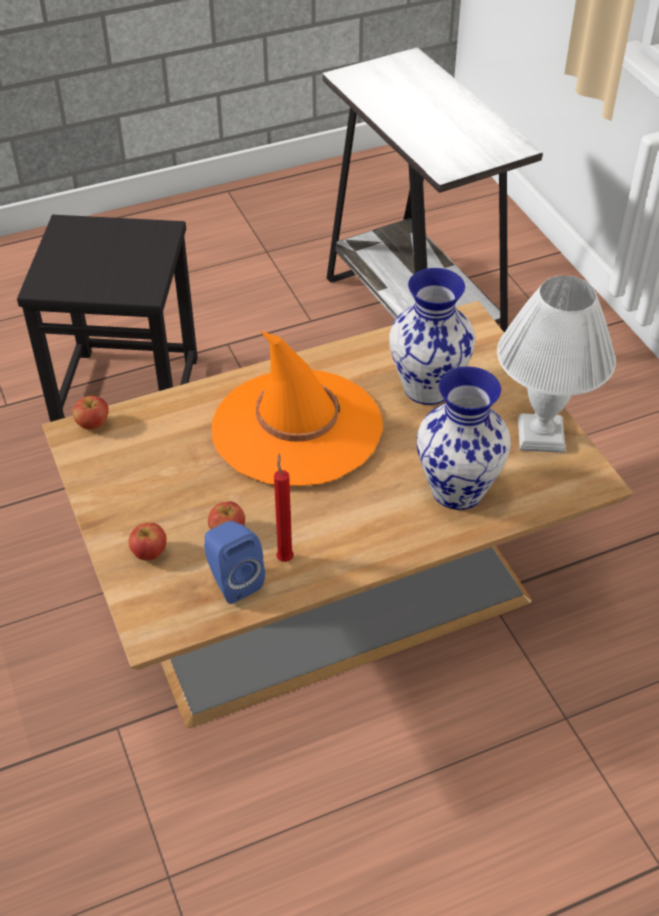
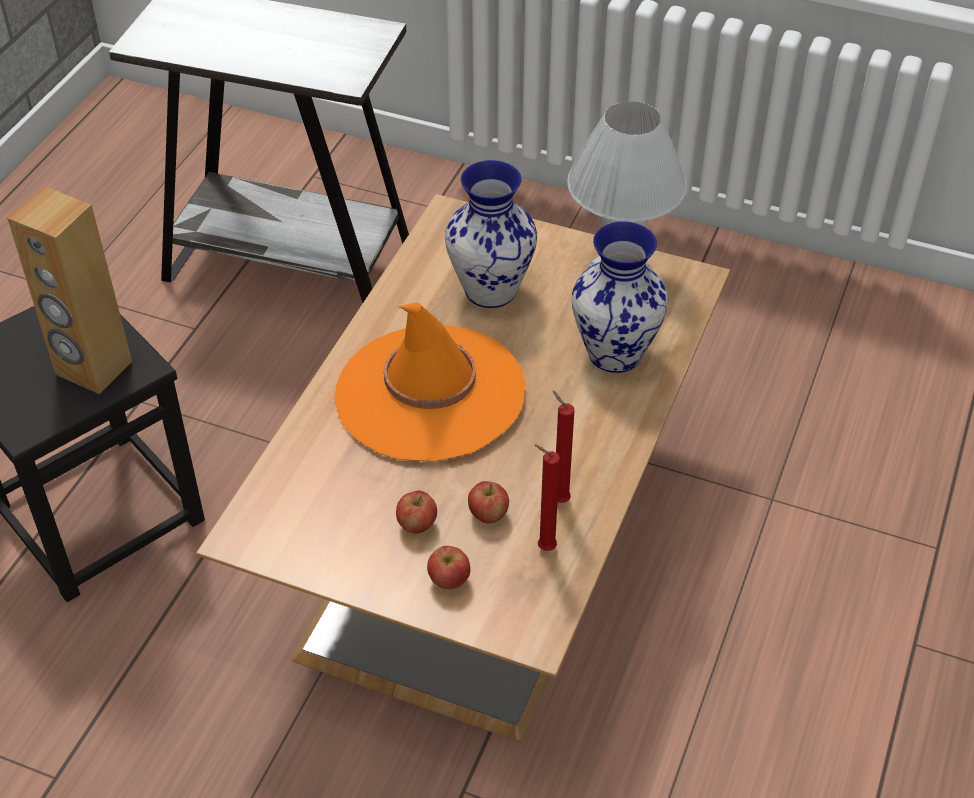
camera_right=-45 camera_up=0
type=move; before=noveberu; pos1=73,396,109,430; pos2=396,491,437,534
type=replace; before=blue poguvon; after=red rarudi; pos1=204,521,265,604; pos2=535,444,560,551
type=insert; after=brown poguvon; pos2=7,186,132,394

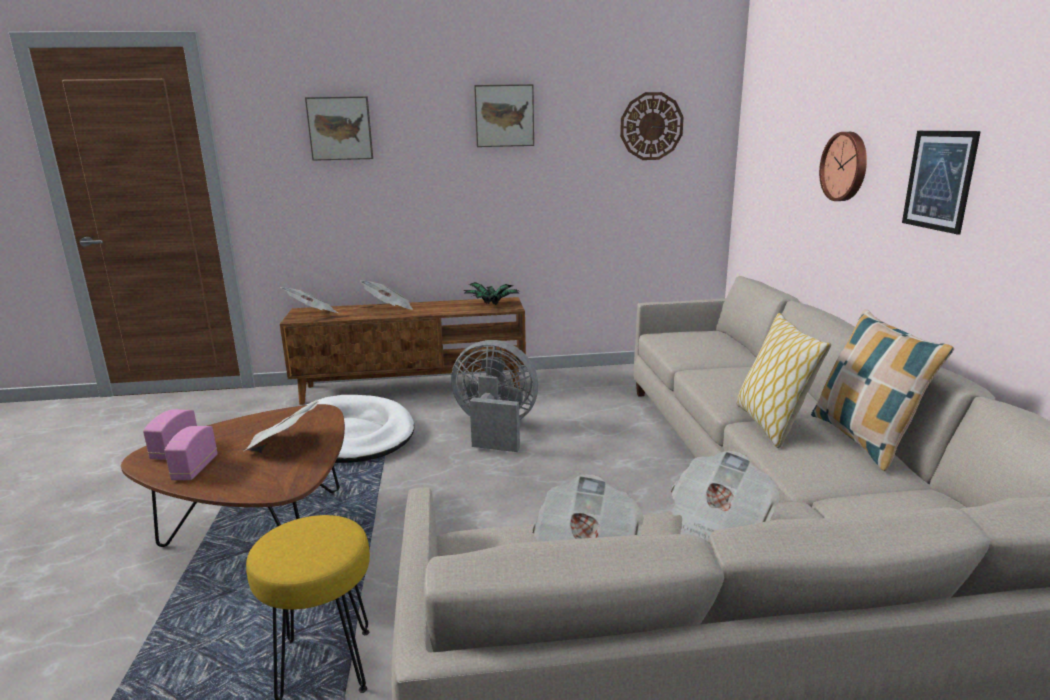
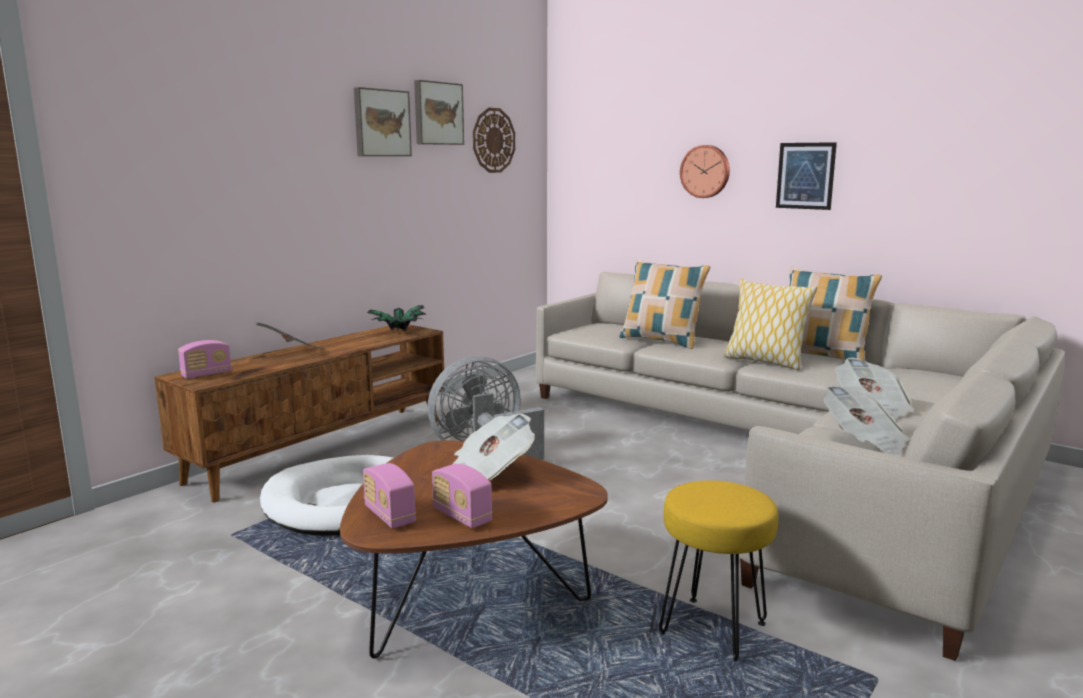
camera_right=-45 camera_up=-5
type=replace; before=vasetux; after=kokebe; pos1=280,287,338,313; pos2=178,340,232,379
type=move; before=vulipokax; pos1=305,96,373,161; pos2=414,80,464,145
type=insert; after=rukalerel; pos2=620,259,710,349

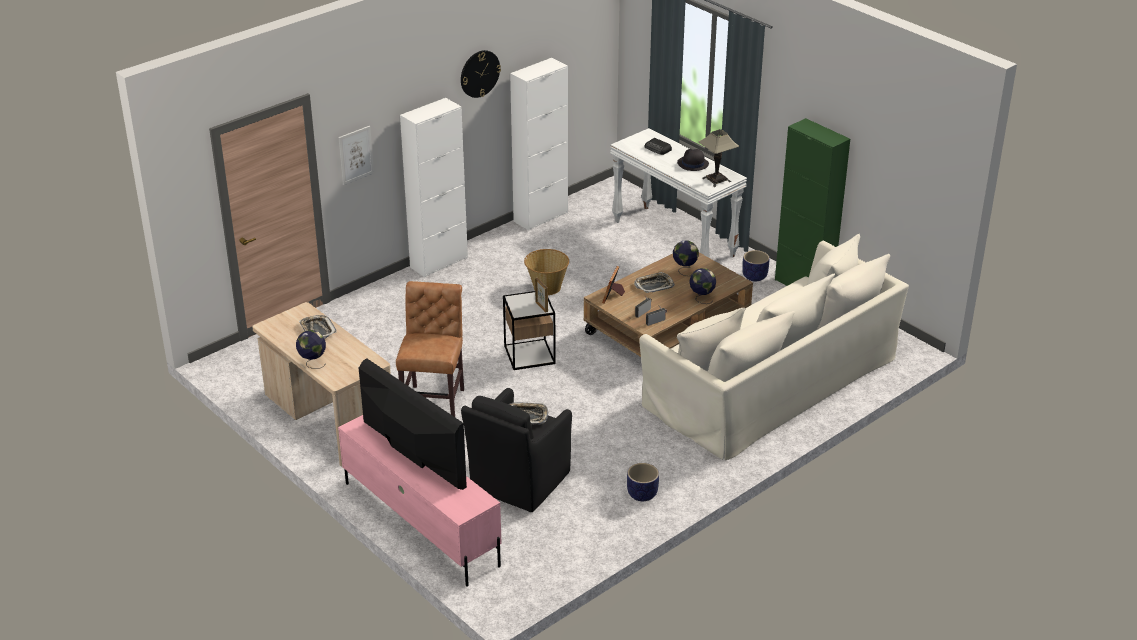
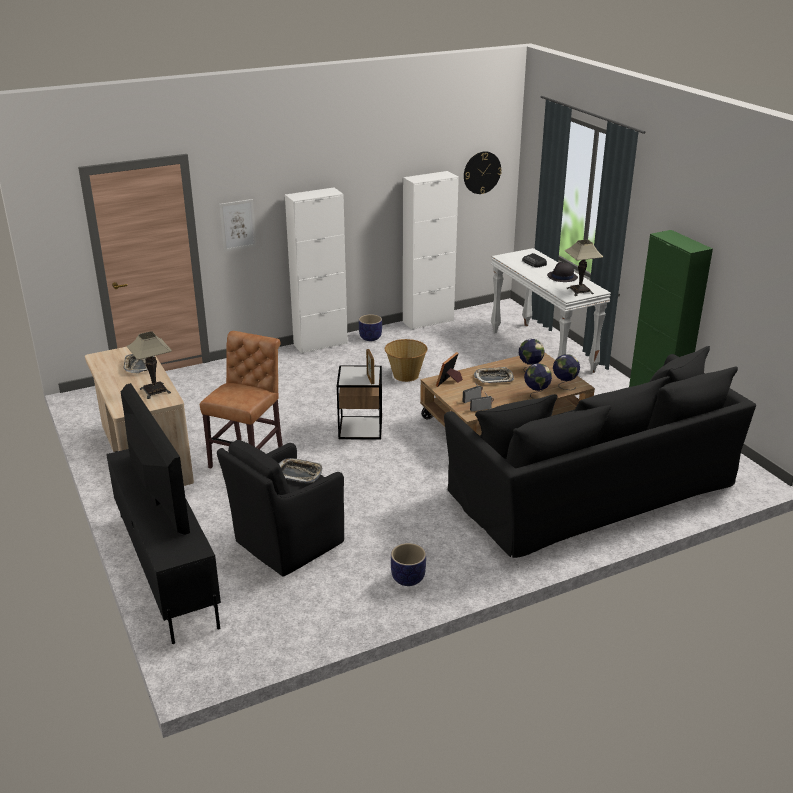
camera_right=15 camera_up=-5
type=move; before=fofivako; pos1=296,330,326,369; pos2=553,354,580,390
type=recolor; before=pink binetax; after=black binetax; pos1=338,415,502,587; pos2=106,449,221,644
type=move; before=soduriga; pos1=461,50,501,98; pos2=464,151,502,194
type=recolor; before=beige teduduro; after=black teduduro; pos1=639,234,909,460; pos2=444,346,756,558
type=move; before=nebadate; pos1=742,250,770,281; pos2=359,314,382,341
type=insert; after=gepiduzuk; pos2=127,331,172,399

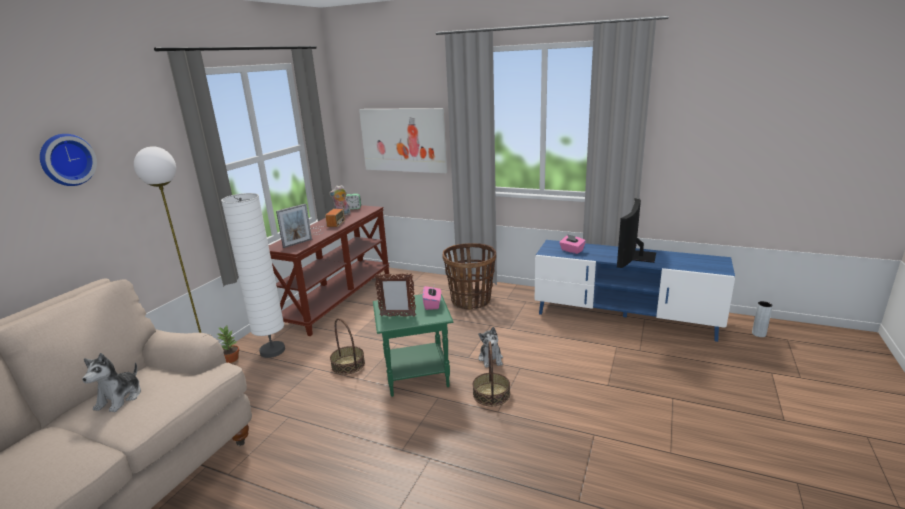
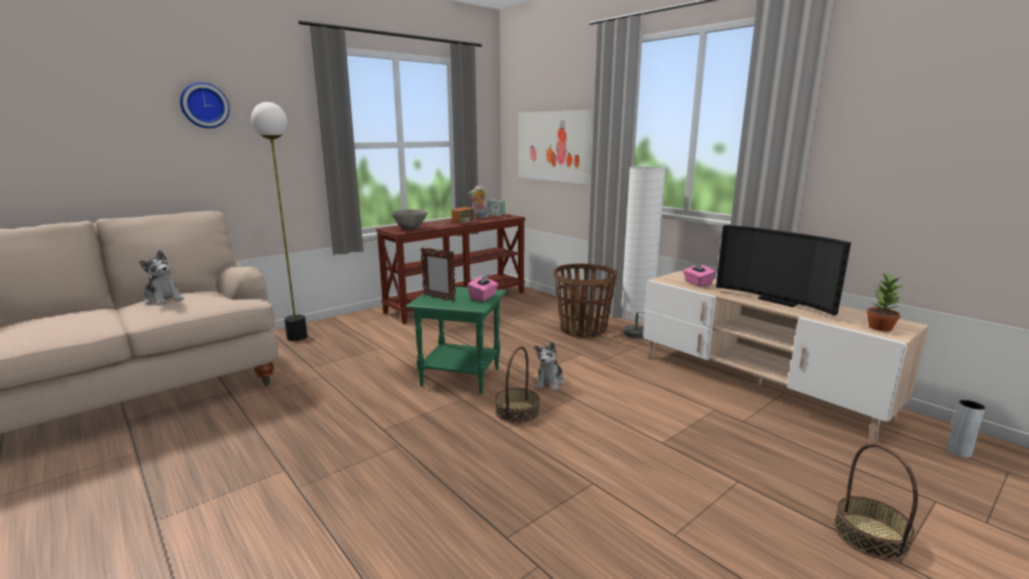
camera_right=25 camera_up=-5
type=rotate; before=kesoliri; pos1=82,353,141,412; pos2=139,250,184,305; turn=-90
type=move; before=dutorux; pos1=217,326,239,363; pos2=867,273,903,332
type=move; before=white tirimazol; pos1=221,193,285,358; pos2=621,166,666,338
type=replace; before=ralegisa; after=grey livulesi; pos1=276,204,312,248; pos2=391,209,428,229
type=move; before=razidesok; pos1=330,318,365,375; pos2=834,443,918,560
type=recolor; before=blue binetax; after=beige binetax; pos1=535,240,735,342; pos2=643,271,929,443
type=rotate; before=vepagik; pos1=617,198,656,268; pos2=716,225,851,316; turn=-90

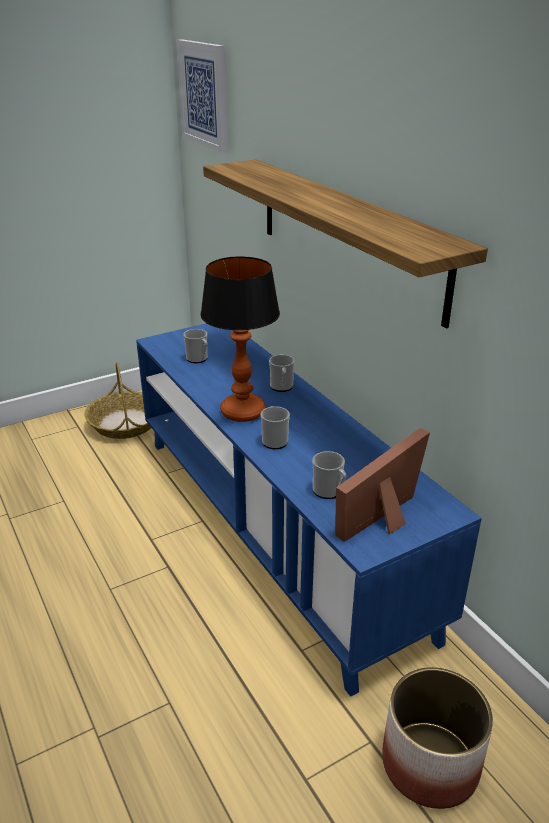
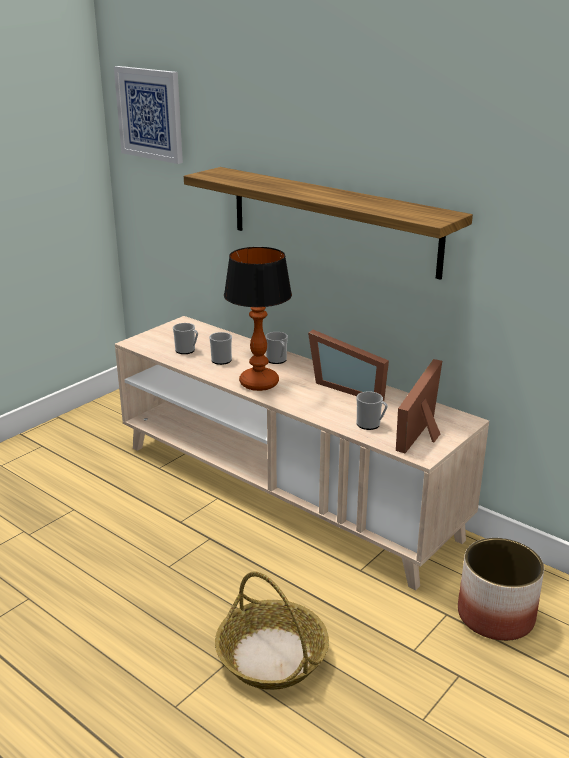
camera_right=-20 camera_up=-5
type=move; before=razidesok; pos1=85,362,151,439; pos2=215,571,329,690
type=recolor; before=blue binetax; after=beige binetax; pos1=136,323,482,697; pos2=115,316,489,591
type=move; before=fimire; pos1=260,406,290,449; pos2=209,332,232,365
type=insert; after=ralegisa; pos2=308,330,389,401

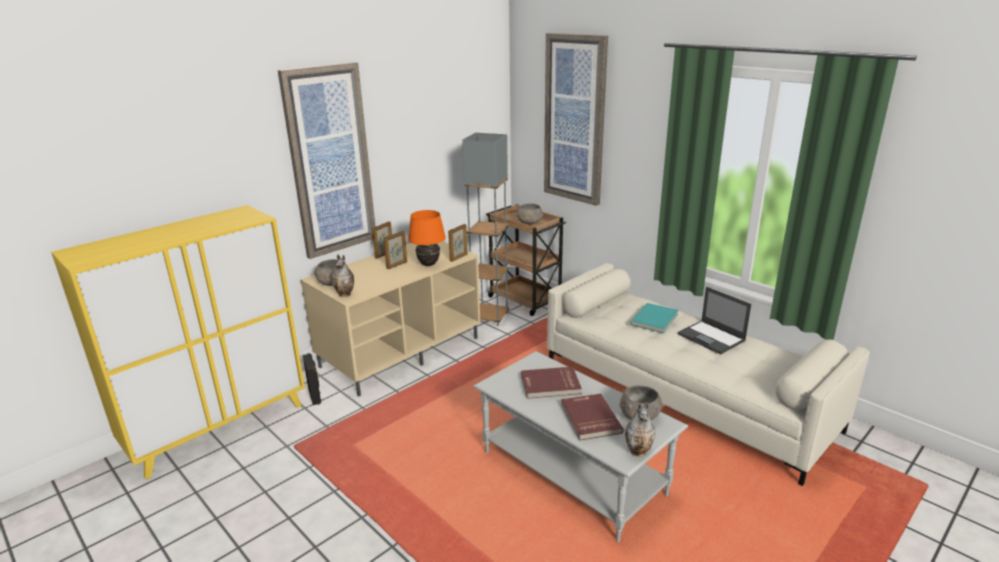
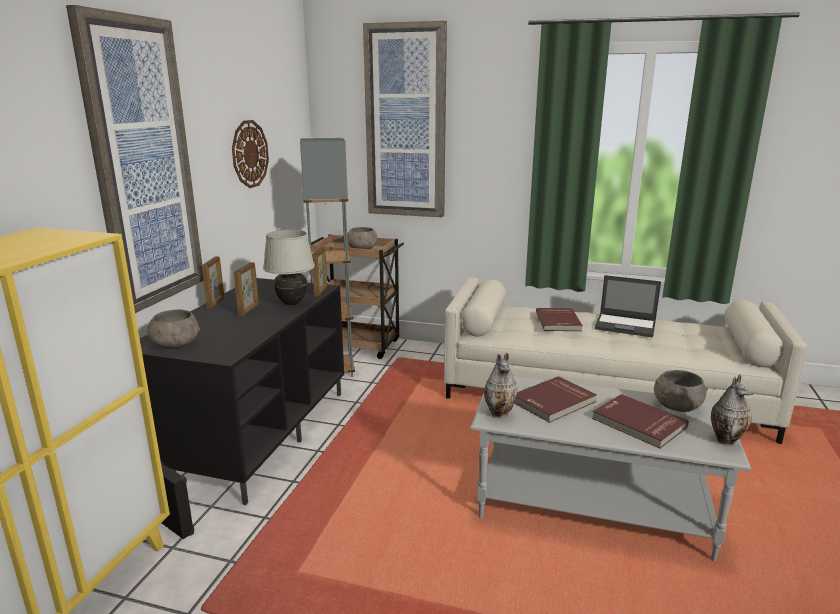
camera_right=-30 camera_up=-5
type=recolor; before=beige binetax; after=black binetax; pos1=301,241,480,397; pos2=140,278,344,505
type=move; before=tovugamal; pos1=331,254,354,297; pos2=484,353,518,418
type=recolor; before=orange gepiduzuk; after=white gepiduzuk; pos1=408,210,446,266; pos2=263,230,315,305
type=recolor; before=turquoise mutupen; after=red mutupen; pos1=631,303,678,334; pos2=536,308,583,331
type=insert; after=soduriga; pos2=232,120,269,188

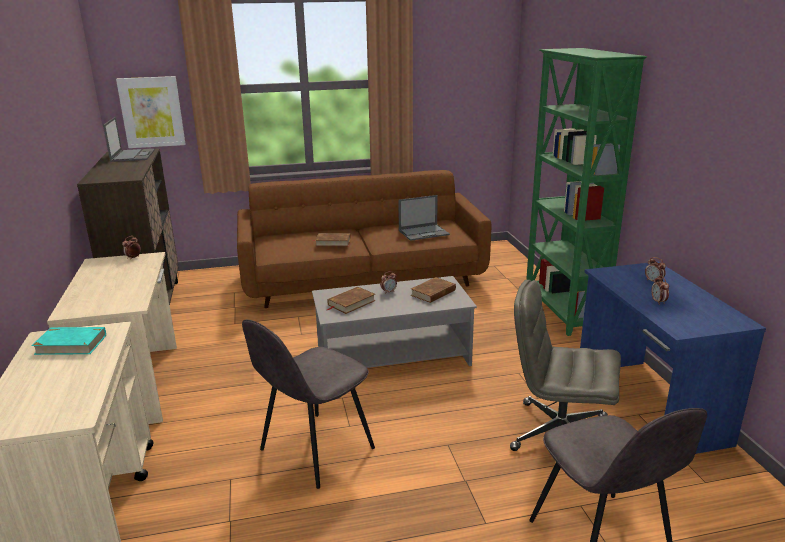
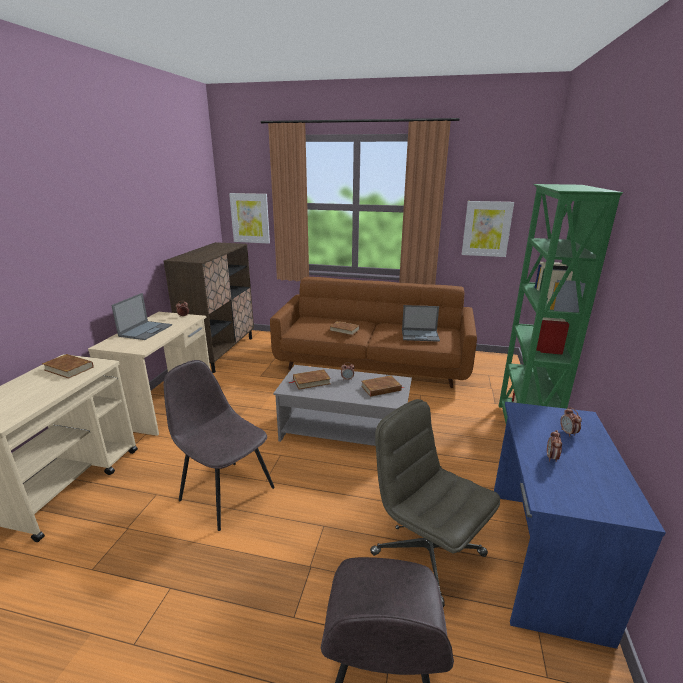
camera_right=25 camera_up=0
type=recolor; before=turquoise mutupen; after=brown mutupen; pos1=31,327,106,355; pos2=42,354,94,378
type=move; before=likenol; pos1=103,117,155,162; pos2=111,293,172,340
type=rotate; before=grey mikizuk; pos1=242,320,375,489; pos2=164,360,275,531; turn=60
type=insert; after=vulipokax; pos2=462,201,514,257

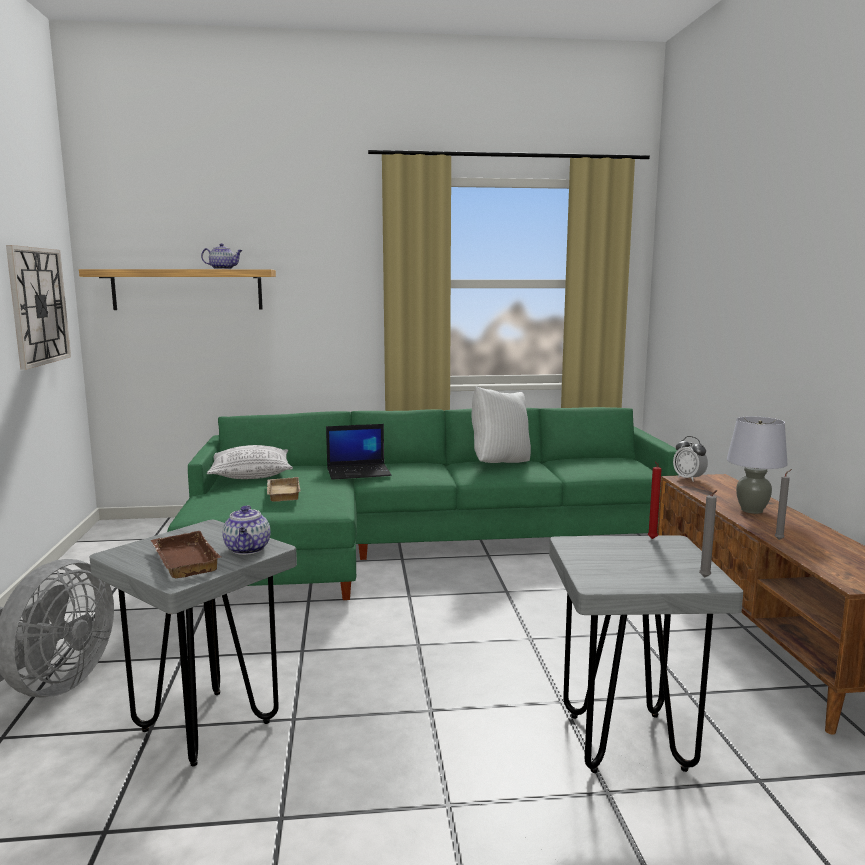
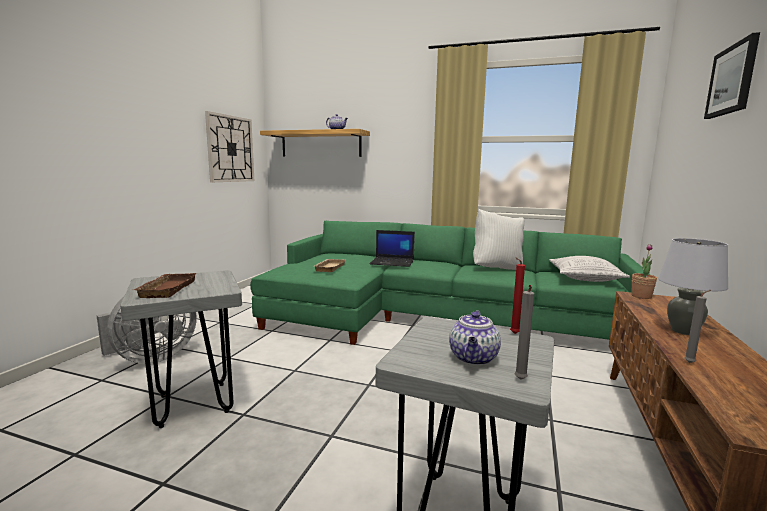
camera_right=25 camera_up=0
type=move; before=rukalerel; pos1=207,445,293,479; pos2=549,256,630,282
type=move; before=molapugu; pos1=222,505,270,555; pos2=449,310,501,365
type=replace; before=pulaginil; after=dutorux; pos1=673,436,708,482; pos2=631,244,657,299
type=insert; after=vulipokax; pos2=704,32,760,119

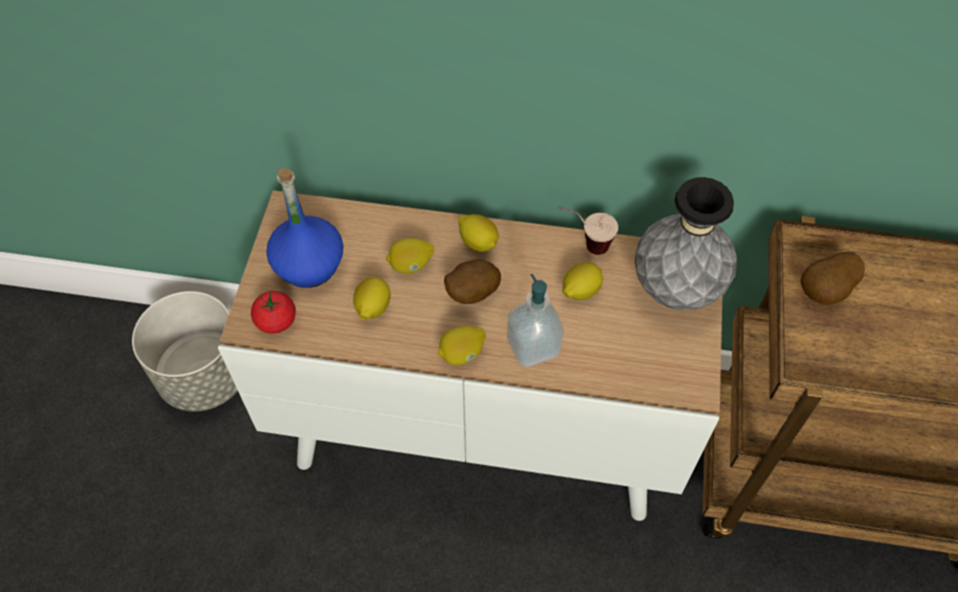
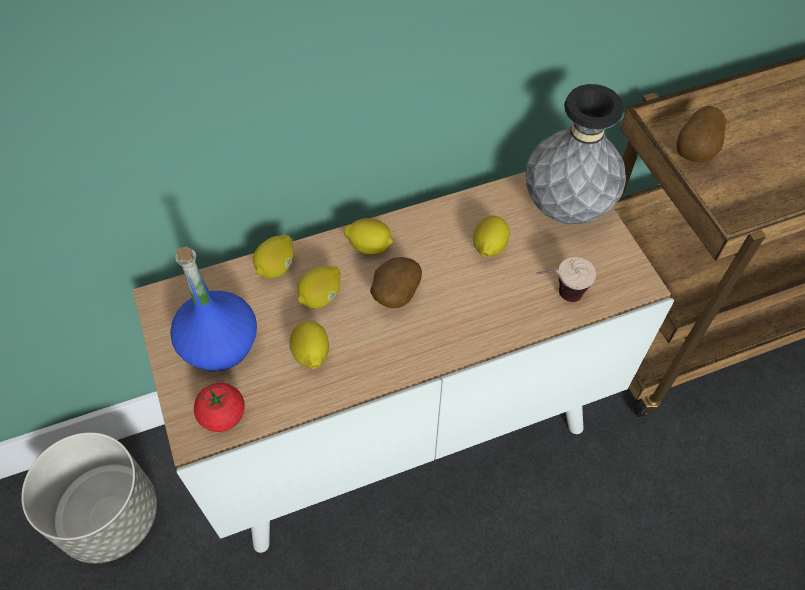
camera_right=-30 camera_up=0
type=move; before=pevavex; pos1=438,326,486,365; pos2=253,235,294,279
type=delete; before=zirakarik; pos1=507,274,564,367
type=move; before=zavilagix; pos1=557,206,618,255; pos2=536,257,596,302

